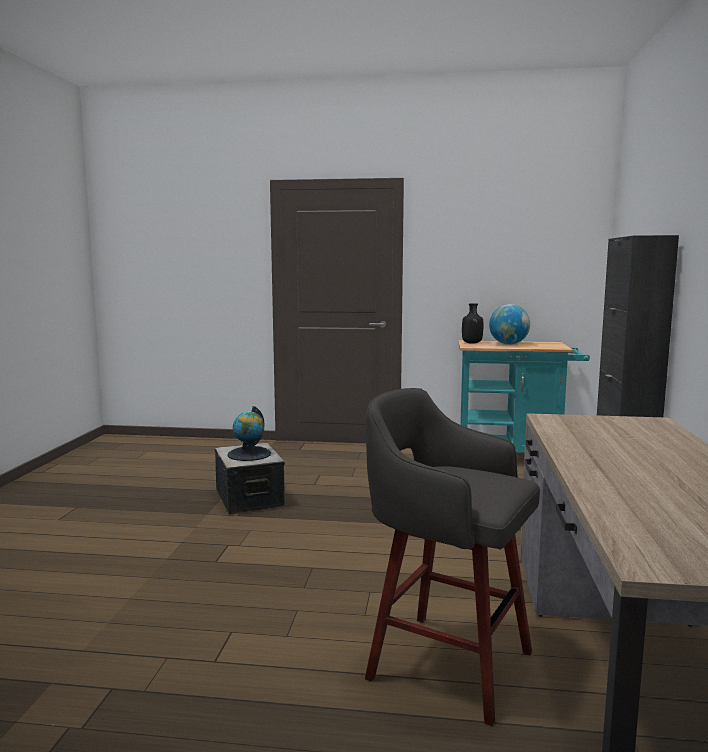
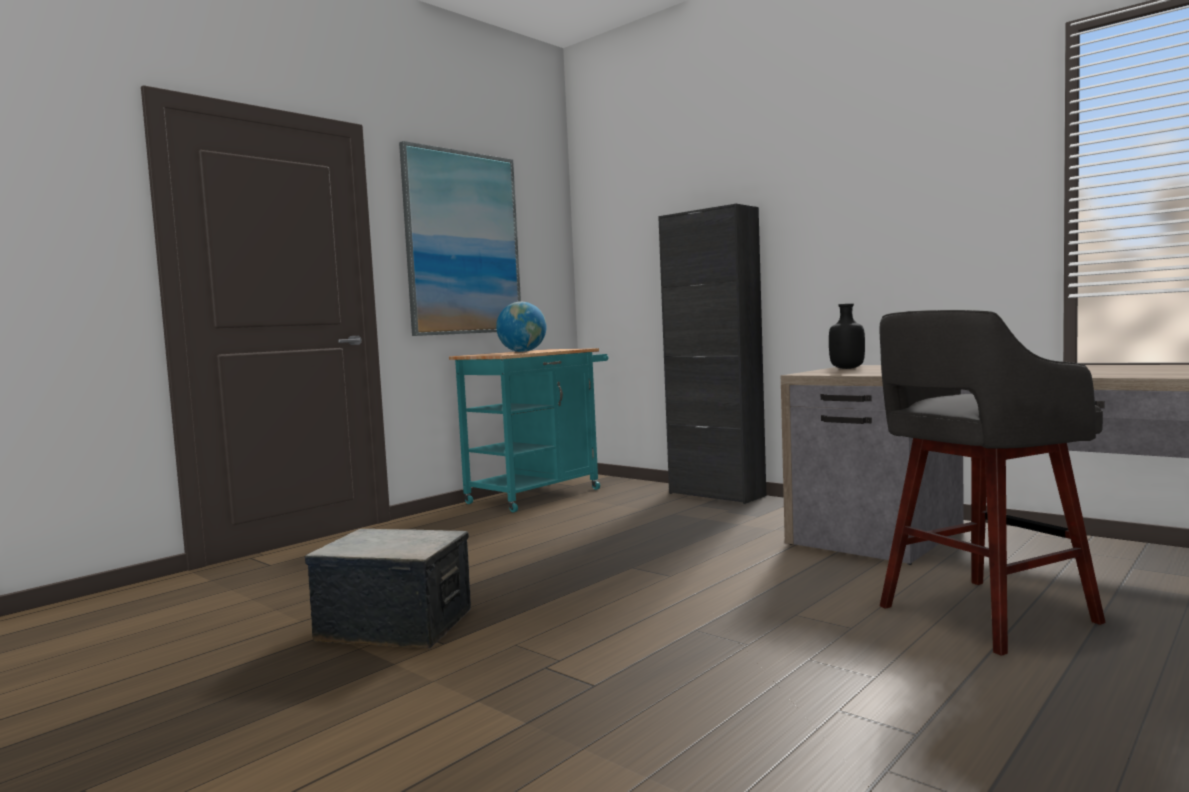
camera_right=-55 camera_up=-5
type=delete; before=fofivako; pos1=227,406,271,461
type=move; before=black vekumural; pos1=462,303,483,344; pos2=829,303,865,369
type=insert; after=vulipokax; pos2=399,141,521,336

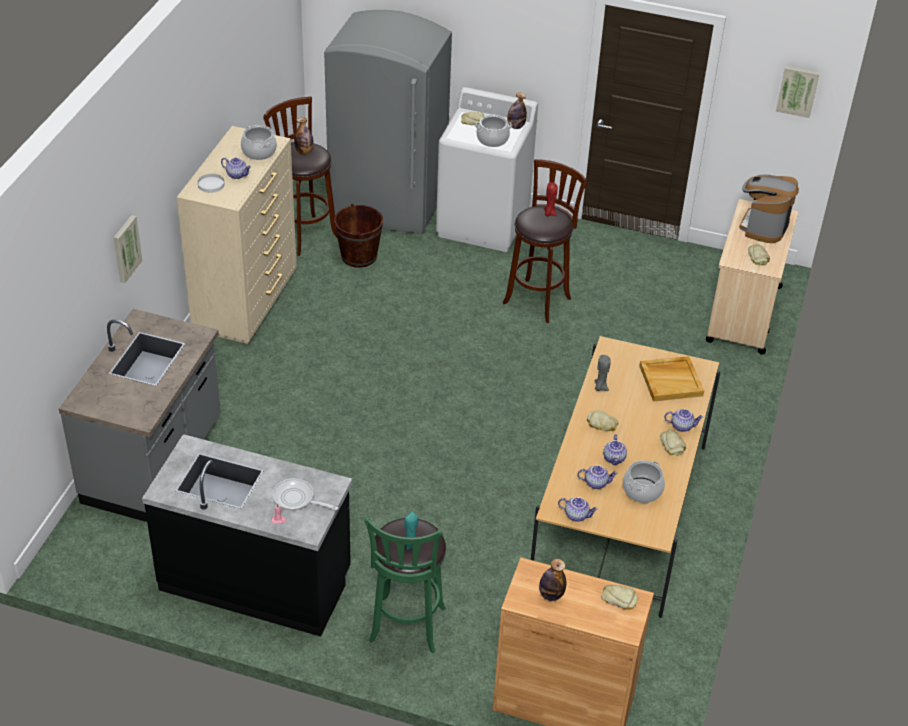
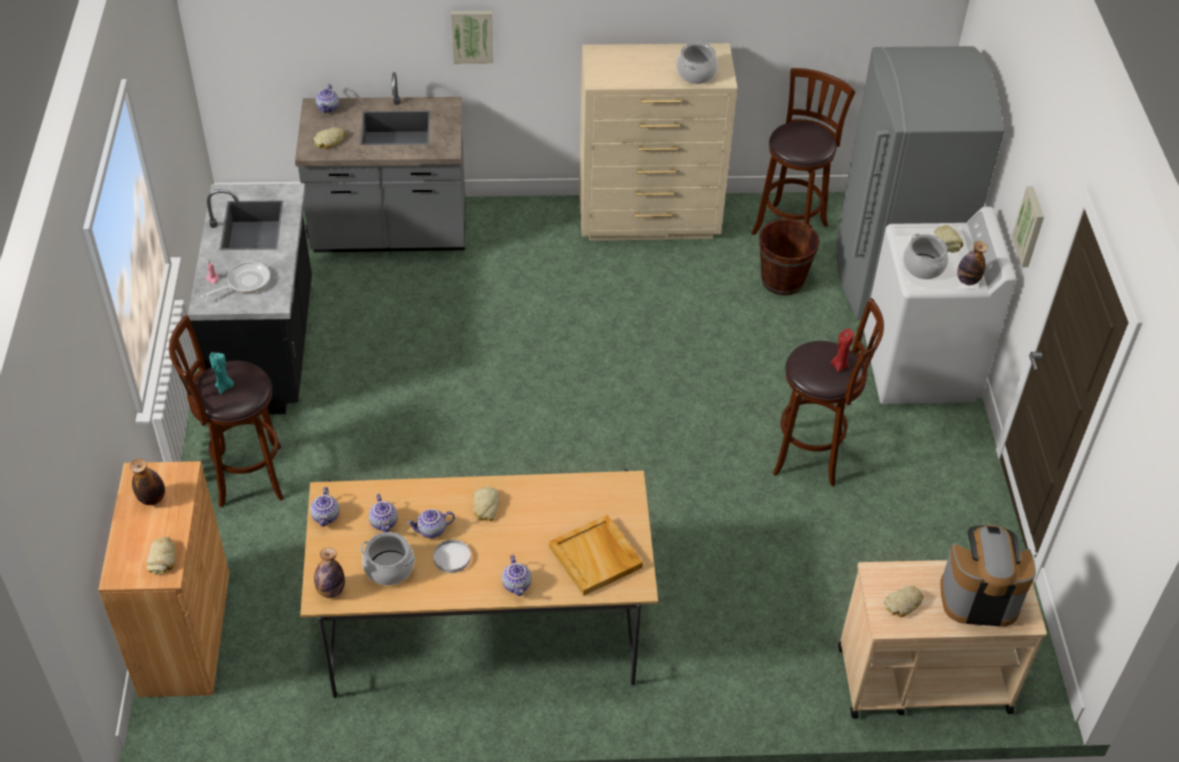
camera_right=70 camera_up=5
type=move; before=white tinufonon; pos1=198,174,225,193; pos2=433,539,471,573
type=move; before=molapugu; pos1=221,158,251,179; pos2=316,84,339,113
type=rotate; before=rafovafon; pos1=272,478,338,510; pos2=201,262,270,298; turn=45
type=move; before=vekumural; pos1=294,117,314,155; pos2=314,548,345,598
type=recolor; before=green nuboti; after=brown nuboti; pos1=364,517,446,653; pos2=169,315,284,508
type=delete; before=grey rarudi; pos1=595,355,611,391
type=move; before=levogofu; pos1=660,430,686,456; pos2=314,127,345,149
type=move; before=vulipokax; pos1=776,66,820,118; pos2=1012,187,1044,267

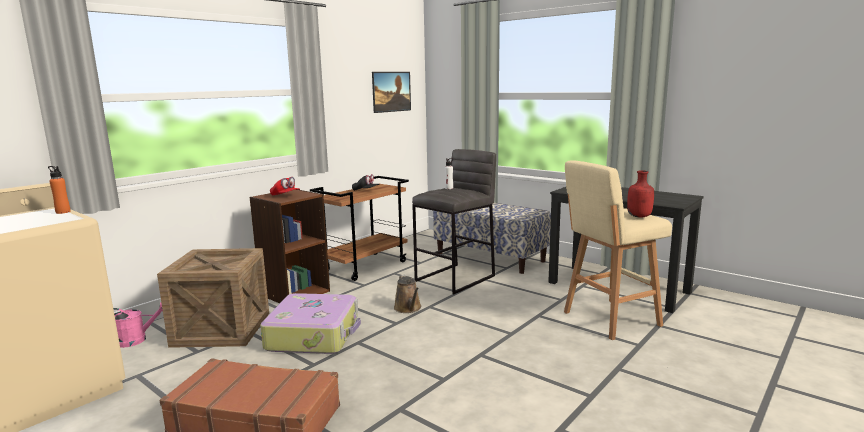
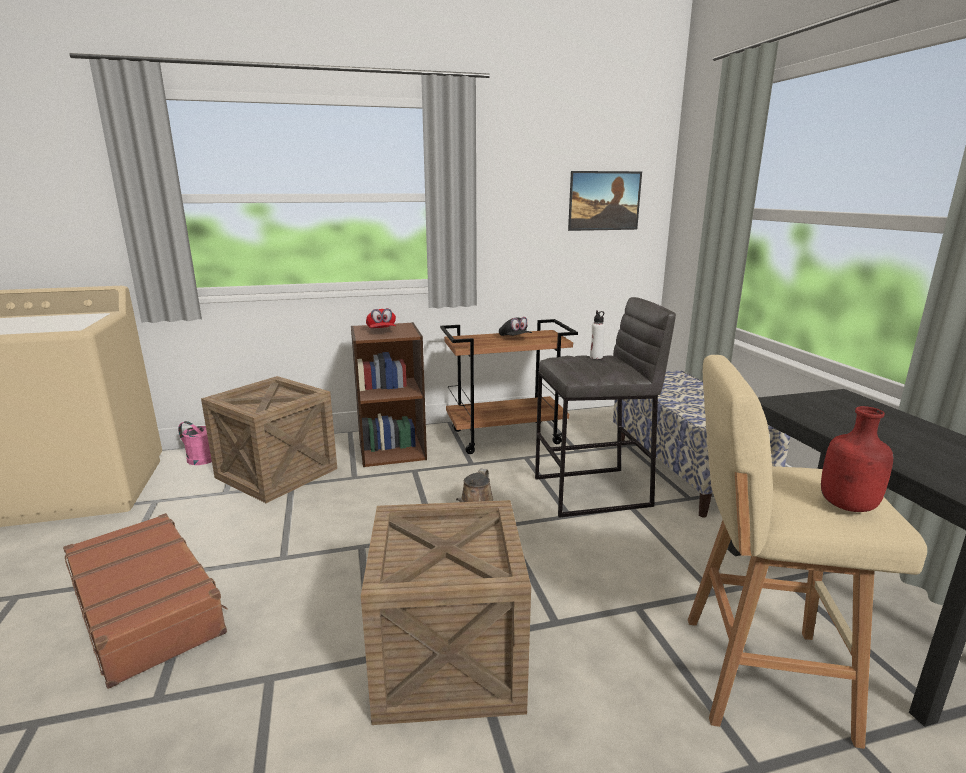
camera_right=35 camera_up=5
type=delete; before=orange vekumural; pos1=48,166,71,214
type=delete; before=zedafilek; pos1=260,293,361,354
type=insert; after=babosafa; pos2=361,500,531,725

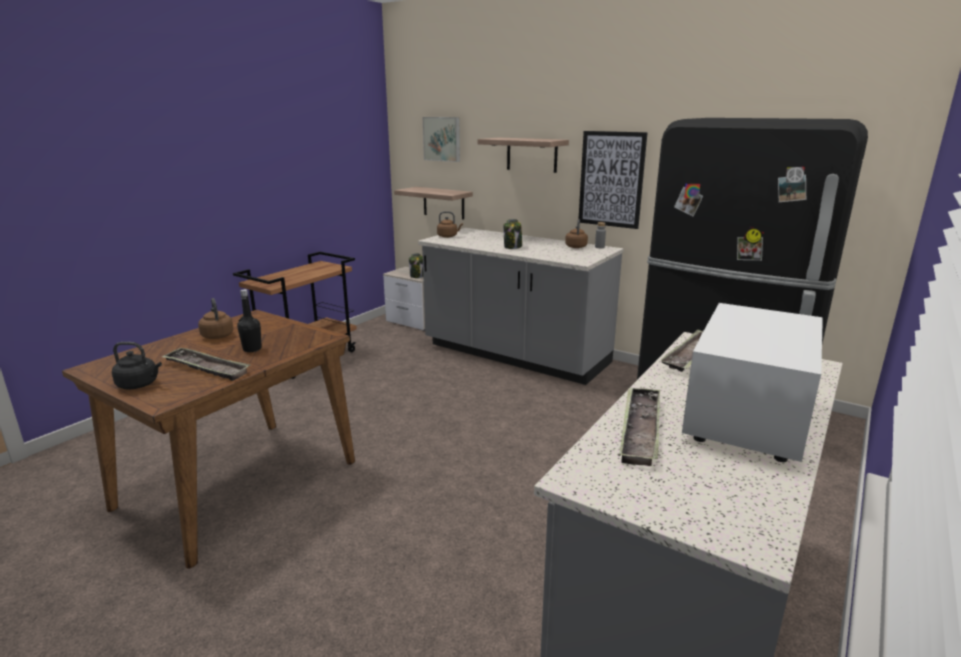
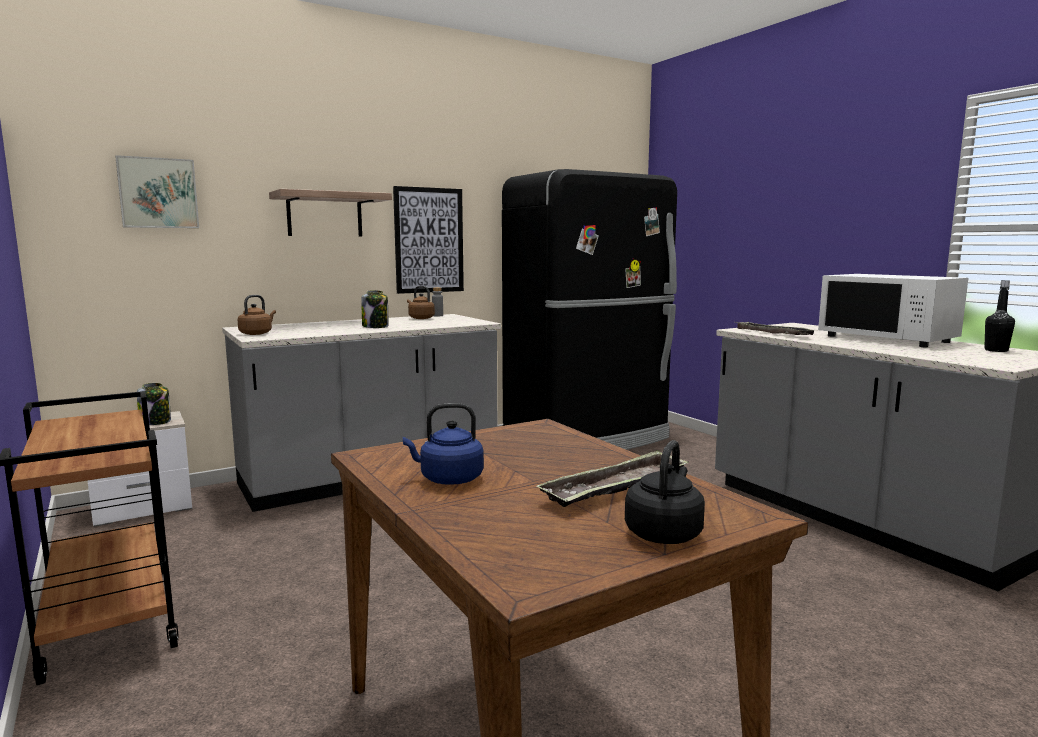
camera_right=-65 camera_up=-10
type=recolor; before=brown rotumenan; after=blue rotumenan; pos1=198,298,234,339; pos2=403,403,484,485
type=move; before=black vekumural; pos1=237,289,262,352; pos2=984,280,1015,352
type=delete; before=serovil; pos1=394,187,473,220
type=delete; before=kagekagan; pos1=619,387,660,466

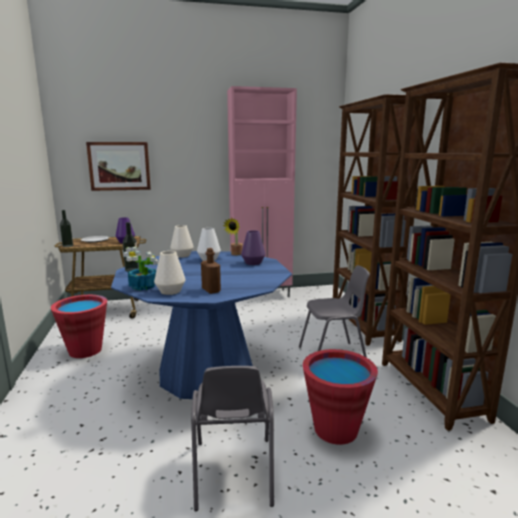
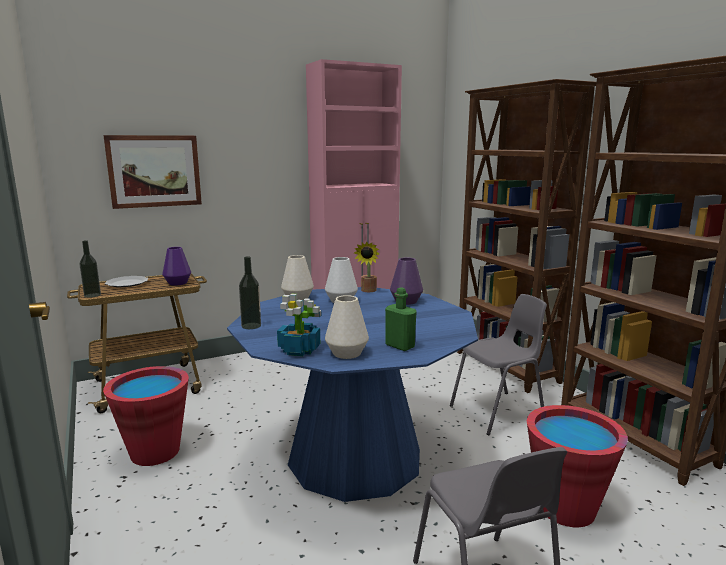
camera_right=-15 camera_up=0
type=recolor; before=brown vekumural; after=green vekumural; pos1=201,248,221,294; pos2=385,287,417,351

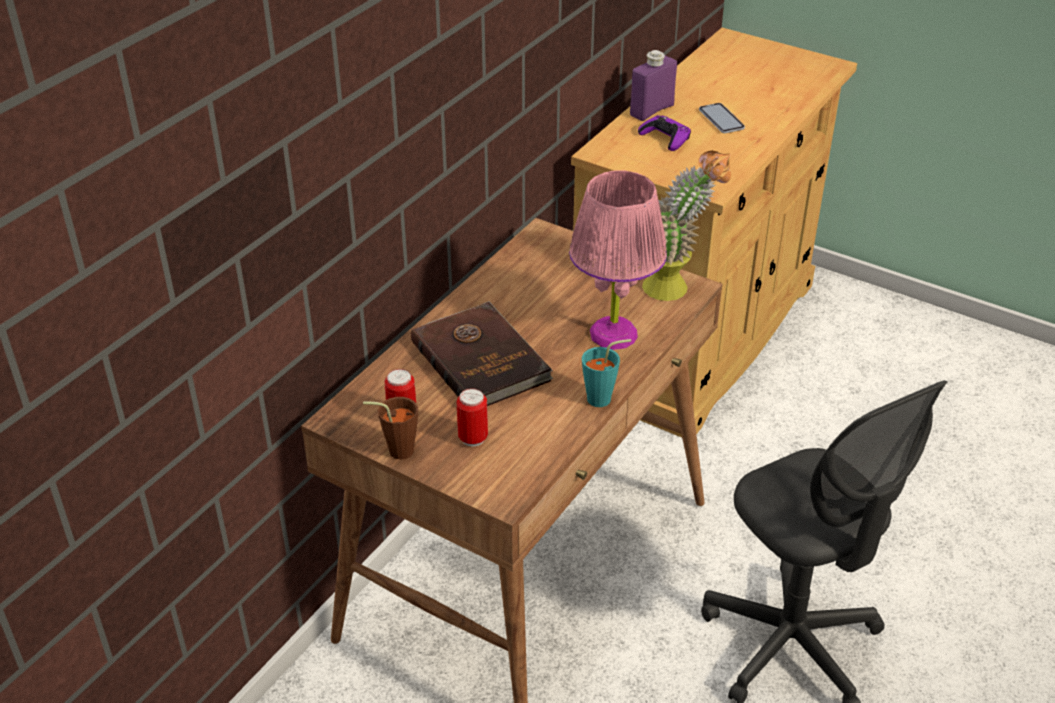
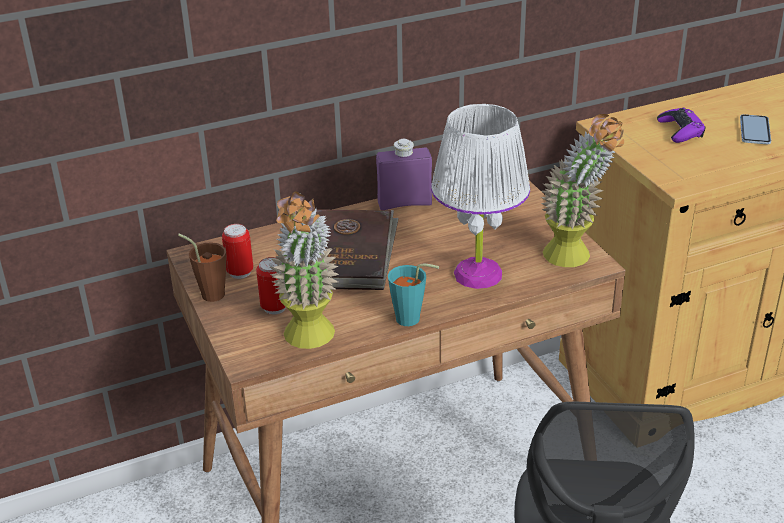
camera_right=35 camera_up=-5
type=recolor; before=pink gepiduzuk; after=white gepiduzuk; pos1=569,170,667,350; pos2=431,104,530,289
type=move; before=purple vekumural; pos1=630,50,677,121; pos2=376,139,432,210
type=insert; after=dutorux; pos2=269,191,339,349

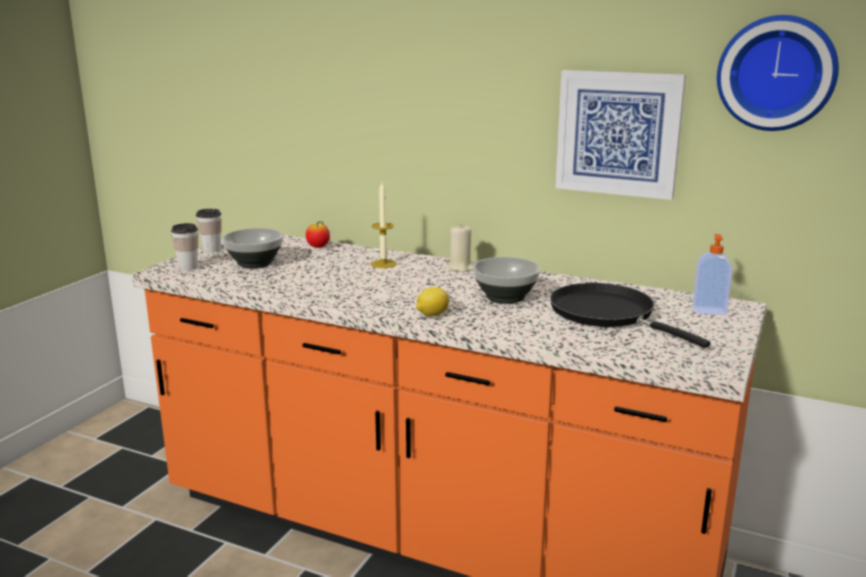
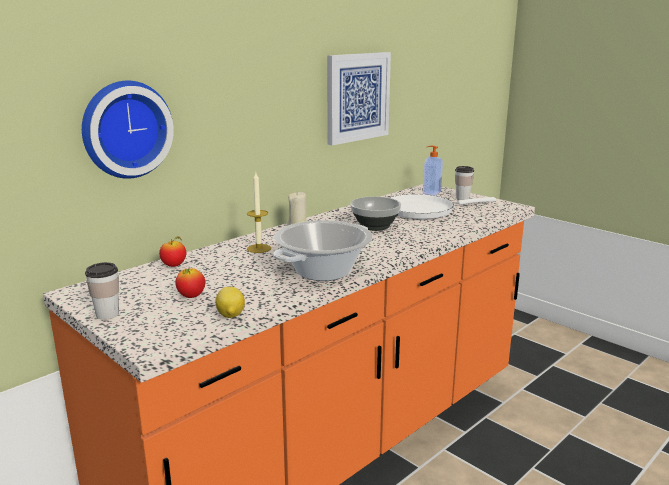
camera_right=-70 camera_up=0
type=move; before=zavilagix; pos1=171,223,198,271; pos2=455,166,474,200
type=replace; before=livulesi; after=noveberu; pos1=222,228,283,268; pos2=175,267,205,298
type=move; before=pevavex; pos1=416,287,449,316; pos2=215,287,245,318
type=recolor; before=black rafovafon; after=white rafovafon; pos1=550,283,711,348; pos2=390,194,496,219
type=move; before=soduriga; pos1=717,15,839,131; pos2=82,80,174,179
type=insert; after=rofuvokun; pos2=273,220,373,281

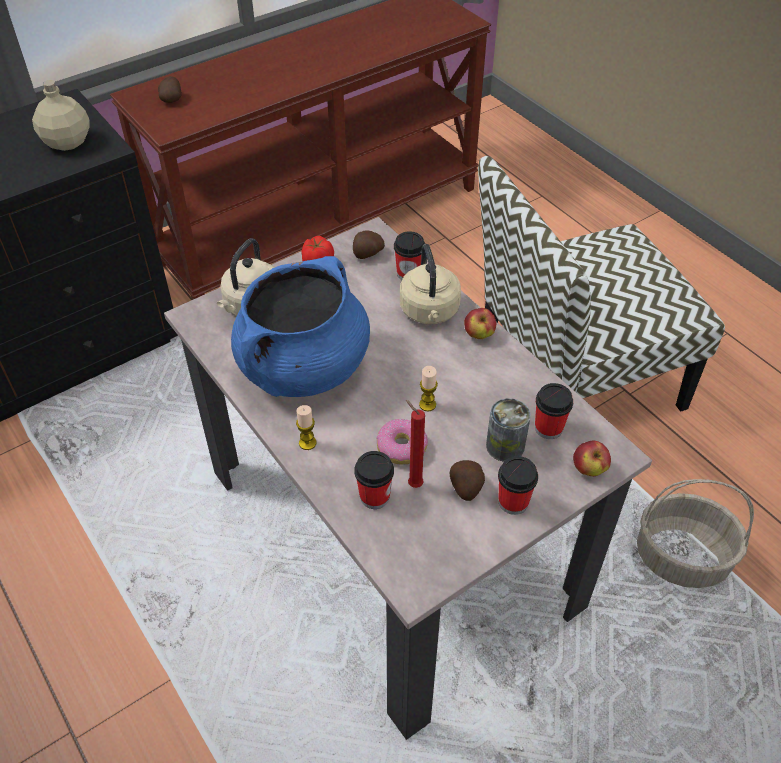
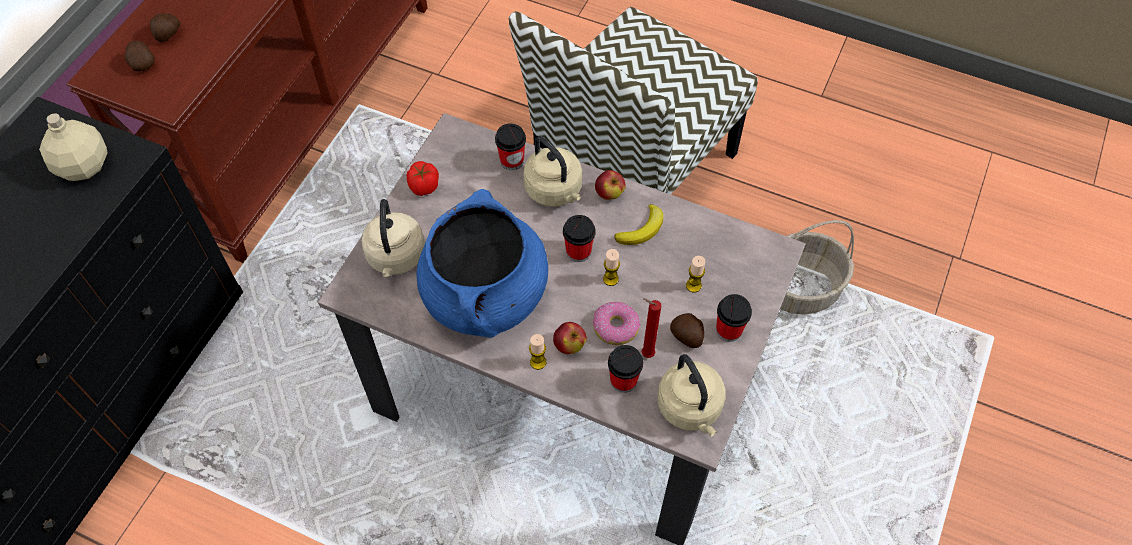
camera_right=-30 camera_up=10
type=move; before=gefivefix; pos1=353,230,385,259; pos2=150,13,180,42
type=replace; before=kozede; after=rarudi; pos1=486,398,531,462; pos2=686,256,705,293
type=move; before=zavilagix; pos1=535,383,573,439; pos2=563,215,596,262
type=move; before=noveberu; pos1=573,441,611,476; pos2=553,322,587,354
type=insert; after=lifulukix; pos2=614,204,663,245
type=insert; after=beige rotumenan; pos2=657,354,726,437

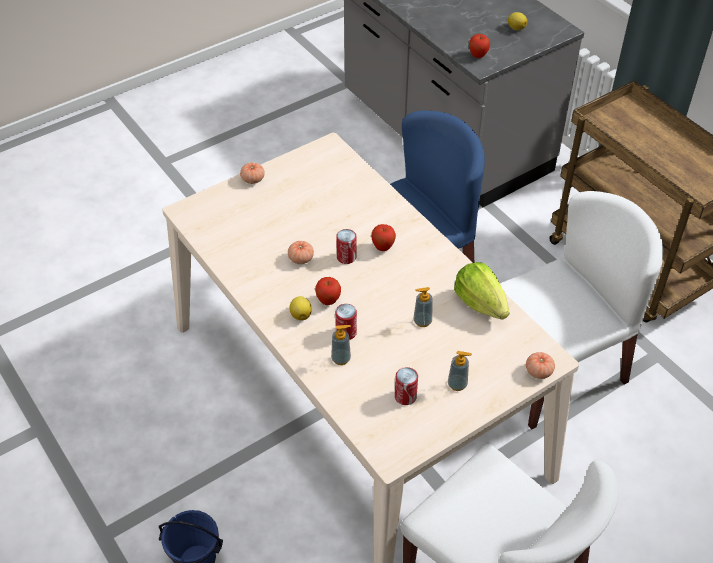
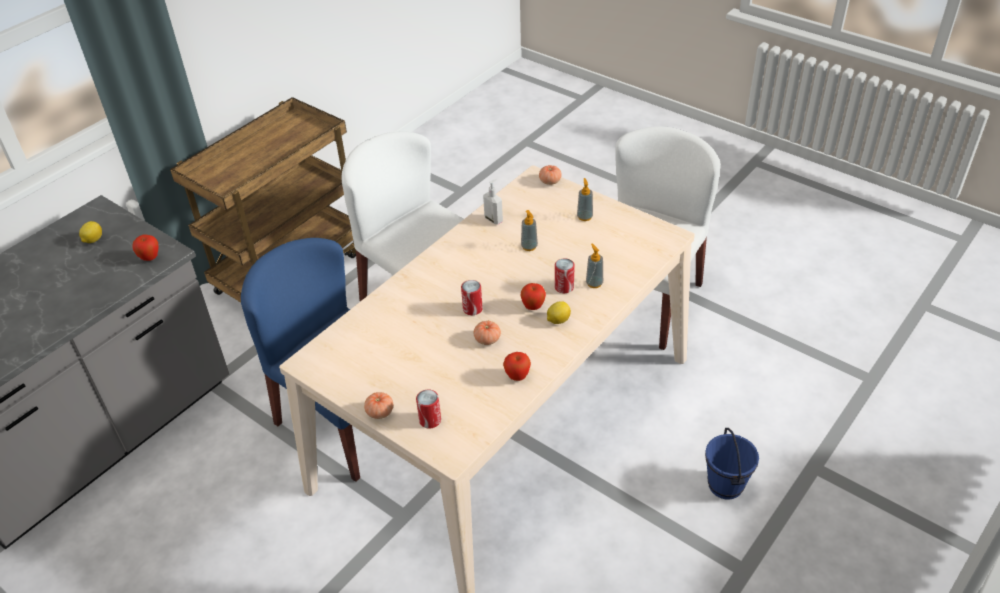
camera_right=-105 camera_up=-5
type=move; before=noveberu; pos1=371,224,396,251; pos2=503,352,531,381
type=move; before=kozede; pos1=395,367,418,405; pos2=416,390,441,428
type=replace; before=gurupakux; after=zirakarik; pos1=454,262,510,320; pos2=483,179,503,225

